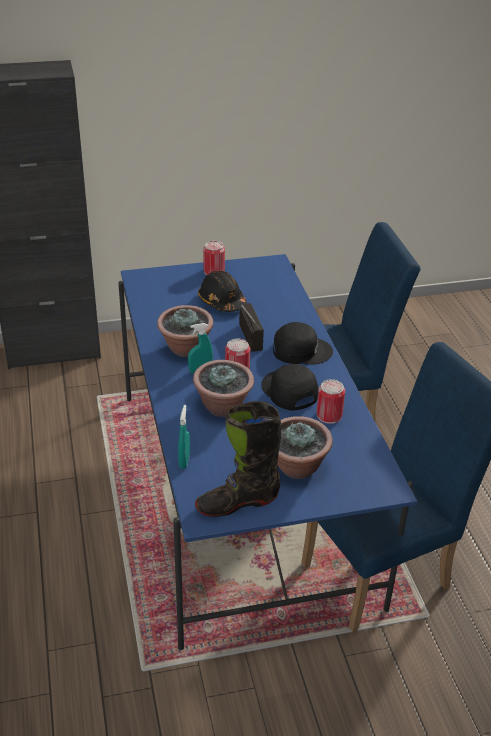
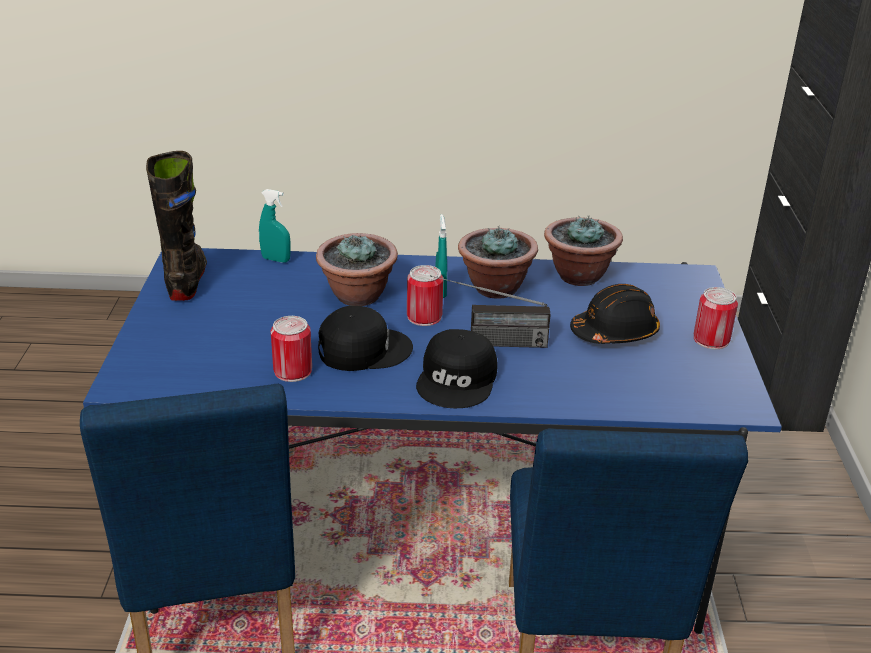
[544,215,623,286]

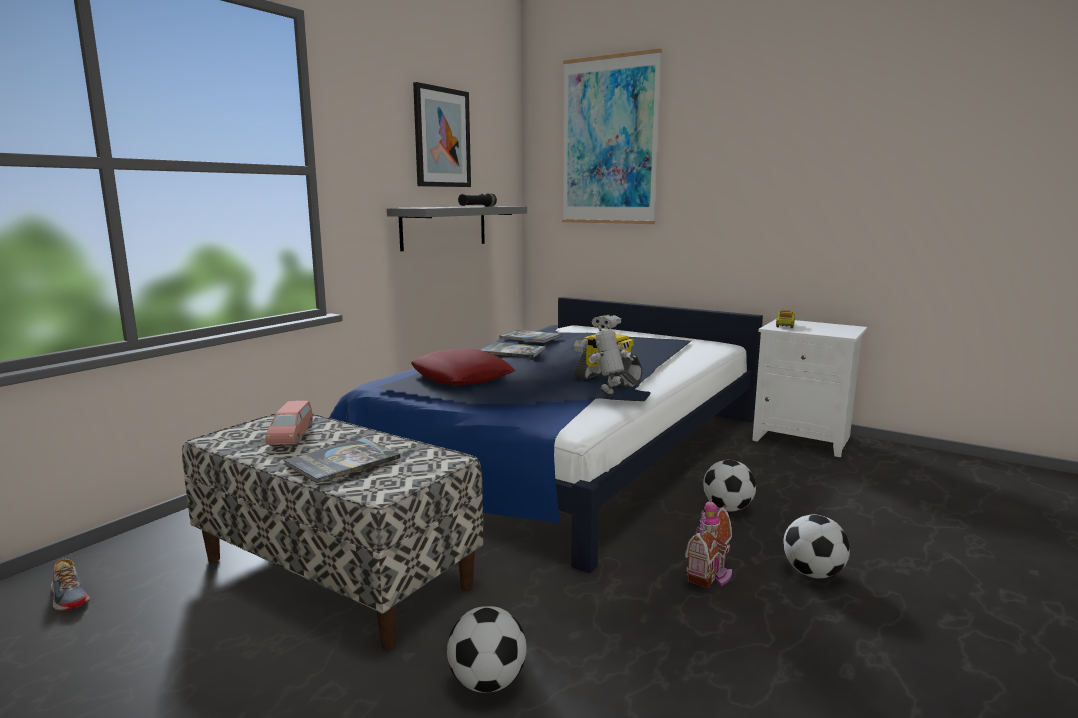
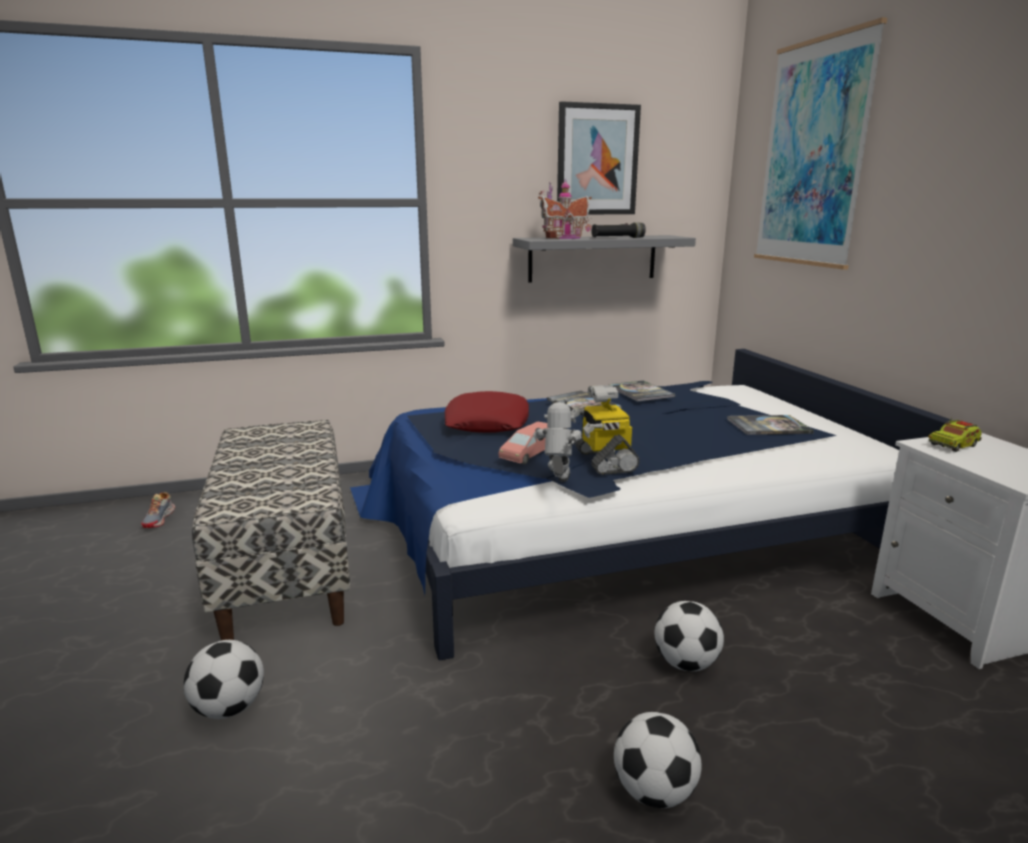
[498,421,548,465]
[727,415,814,435]
[538,179,592,239]

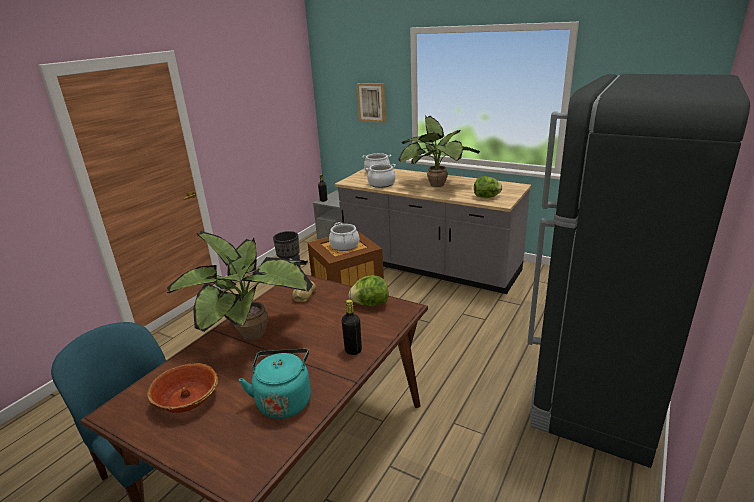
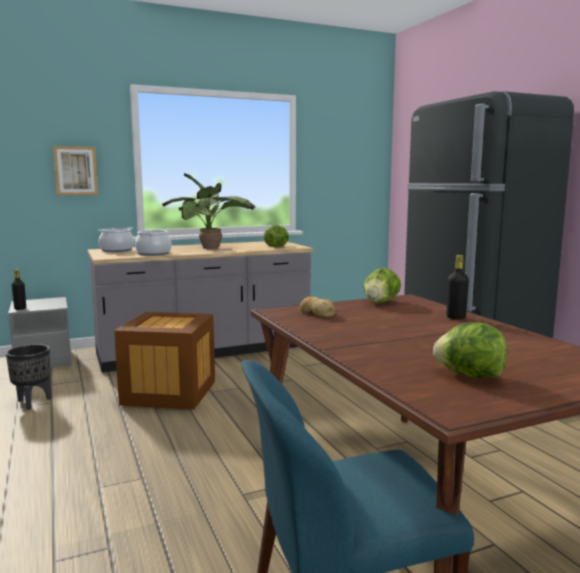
[433,322,507,378]
[167,231,313,340] (first image)
[239,349,311,419] (first image)
[329,222,359,251] (first image)

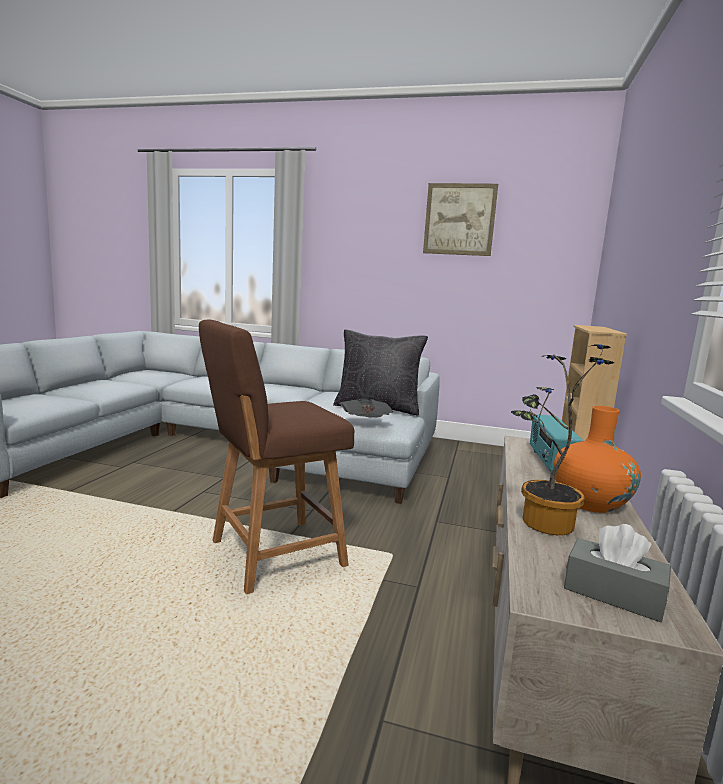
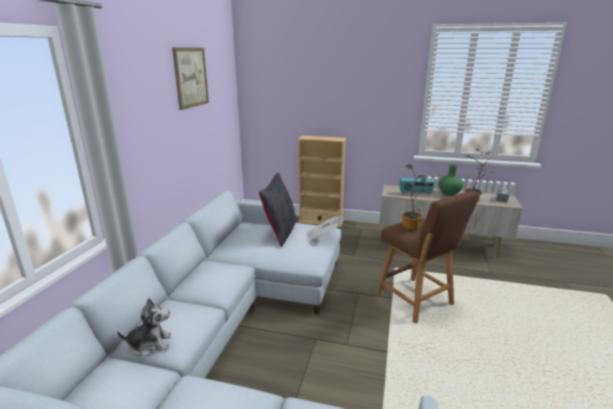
[438,165,463,196]
[117,298,171,356]
[402,164,432,230]

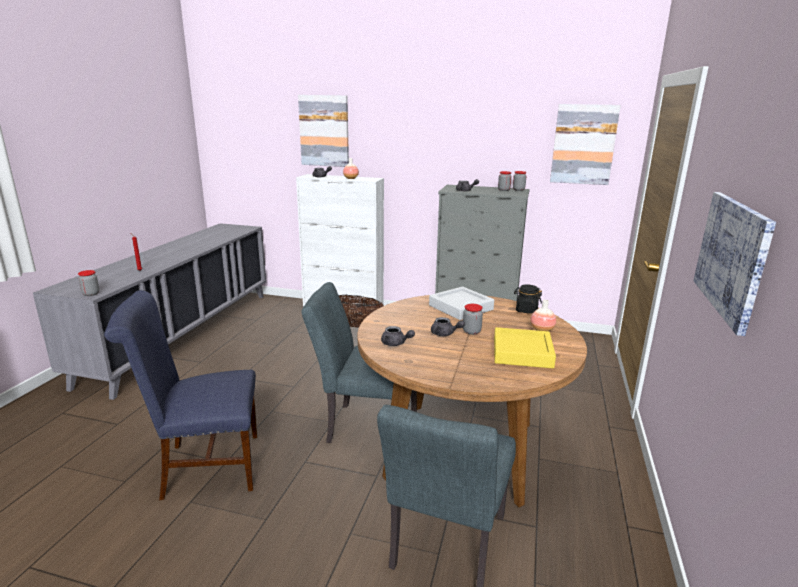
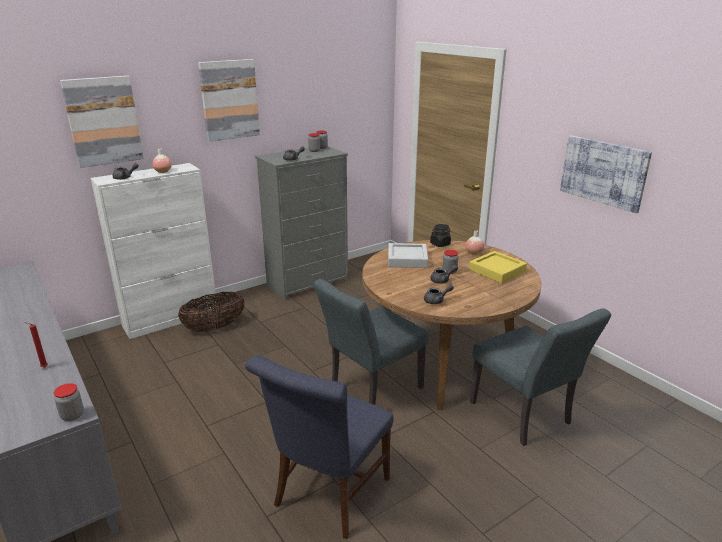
[198,59,260,142]

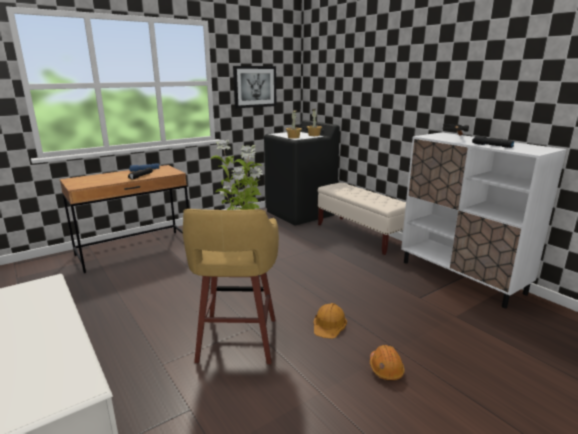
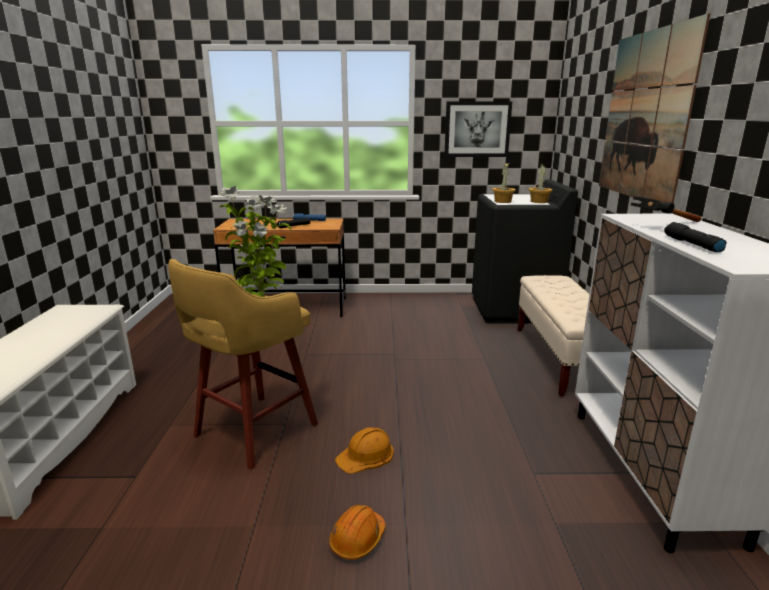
[599,13,711,203]

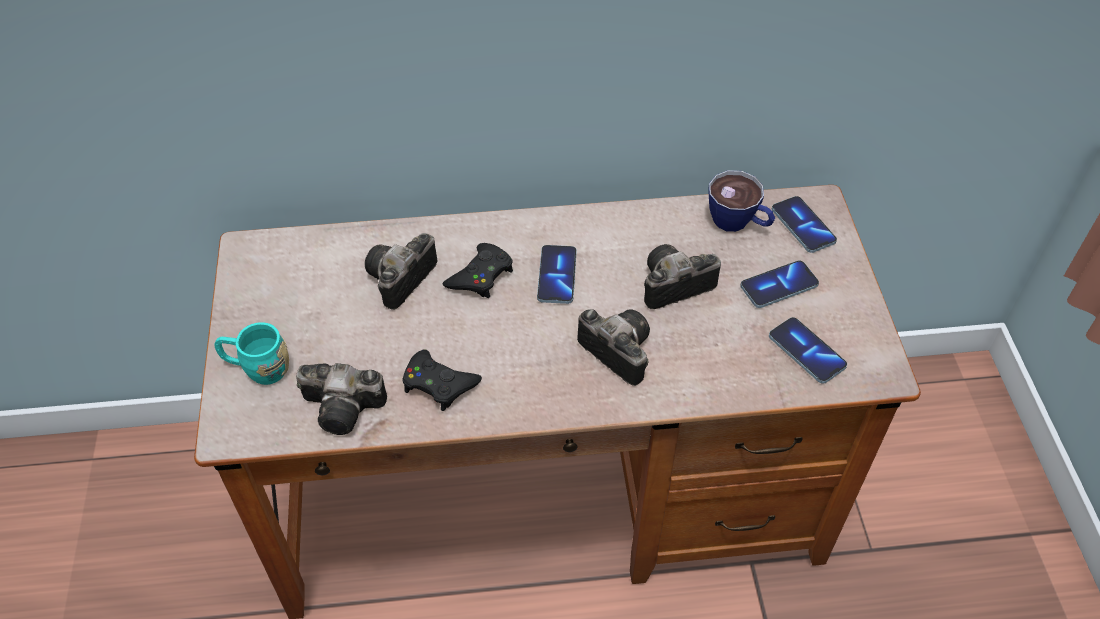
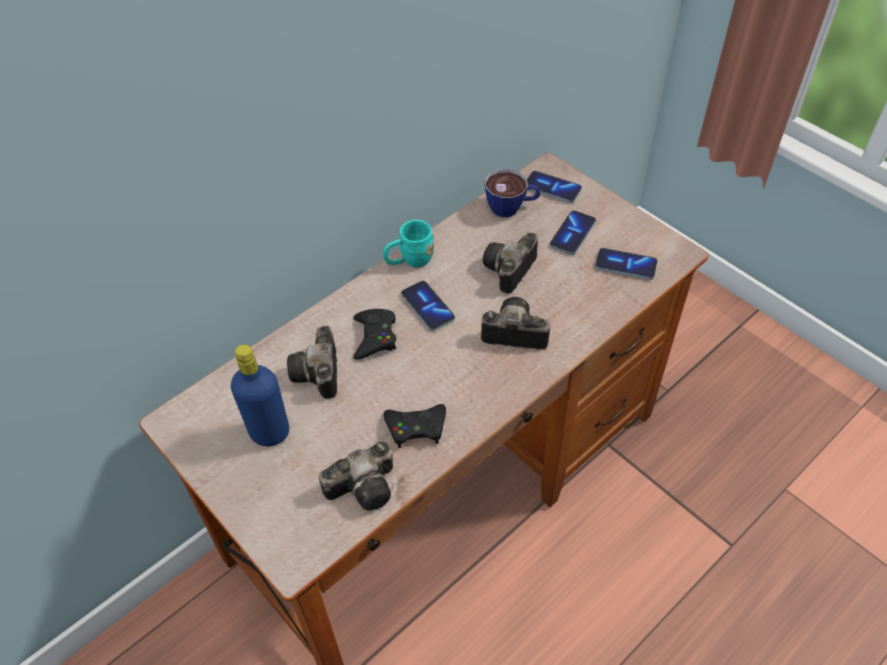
[383,220,435,268]
[231,345,289,446]

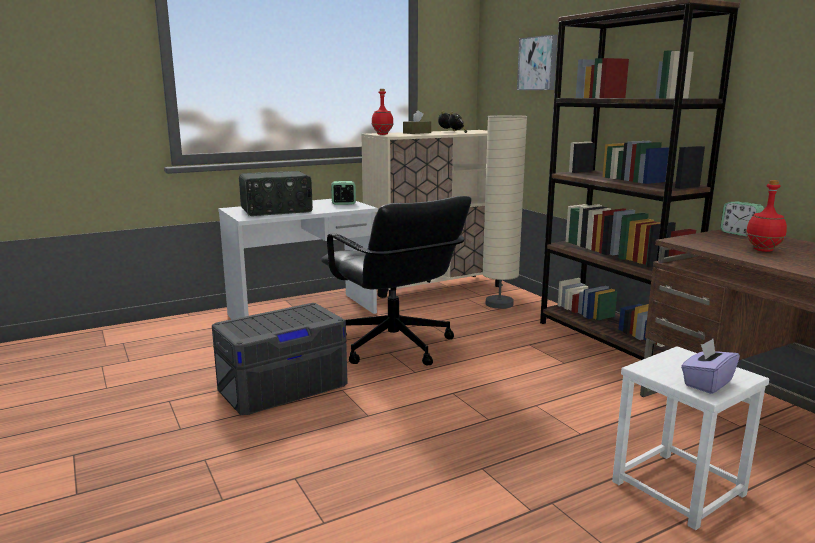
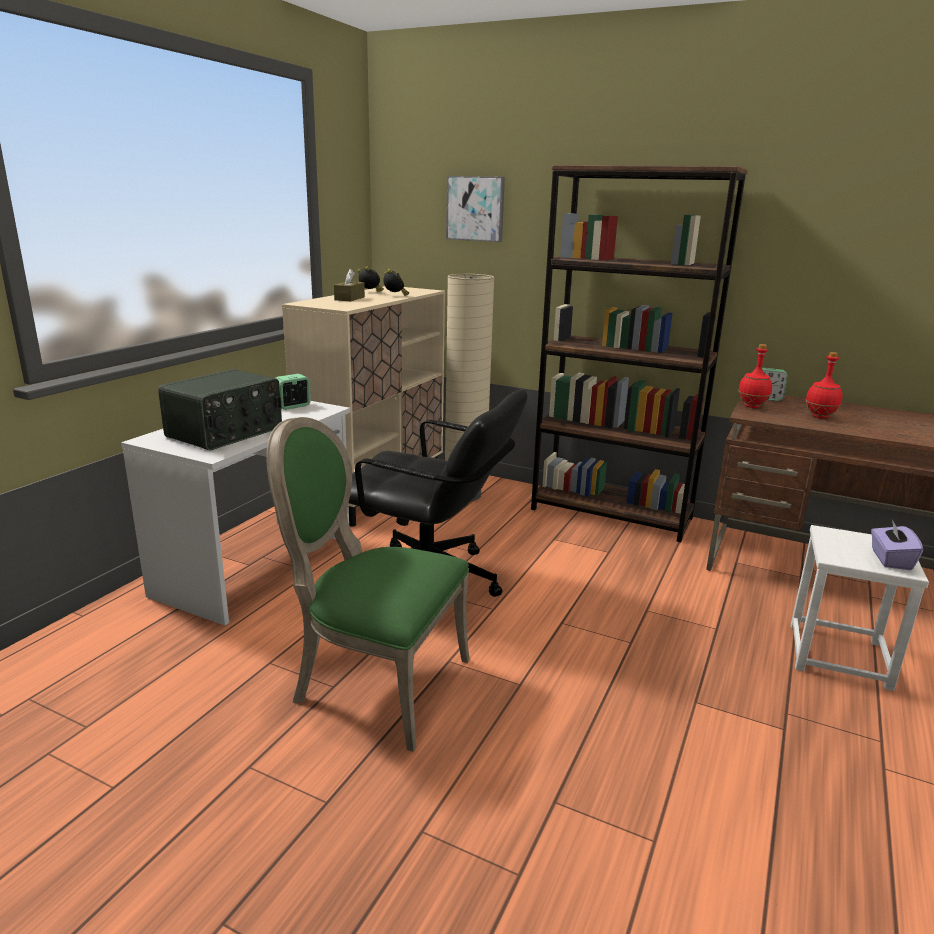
[266,417,470,752]
[738,344,772,408]

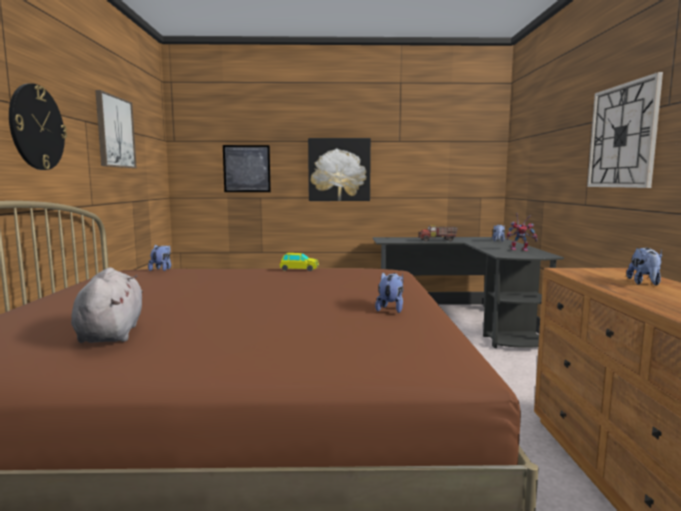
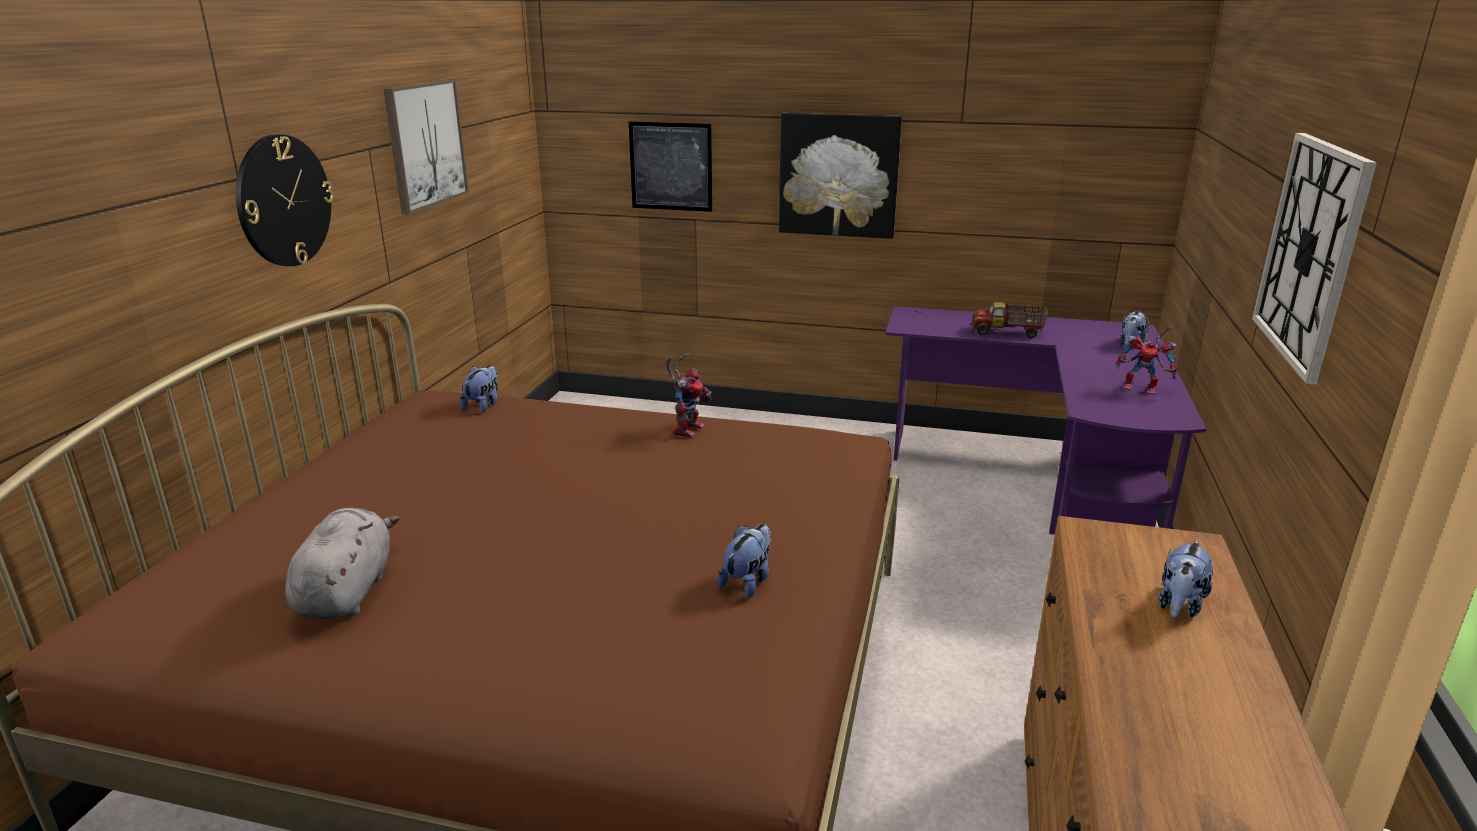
[666,354,712,438]
[885,306,1206,535]

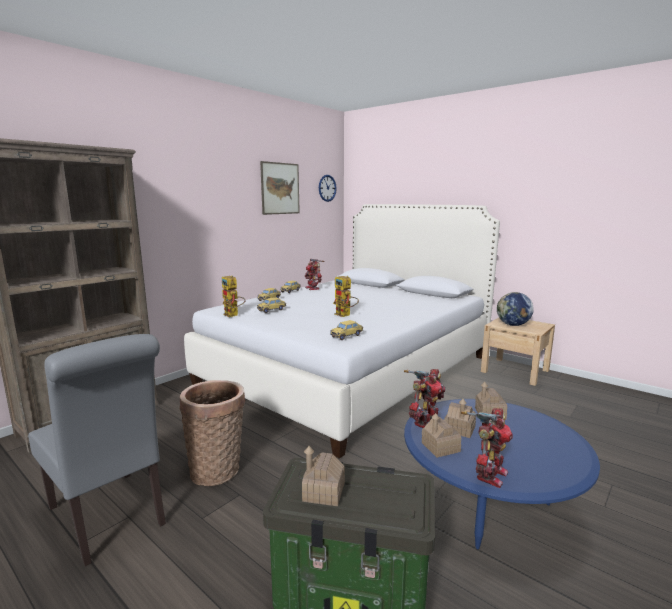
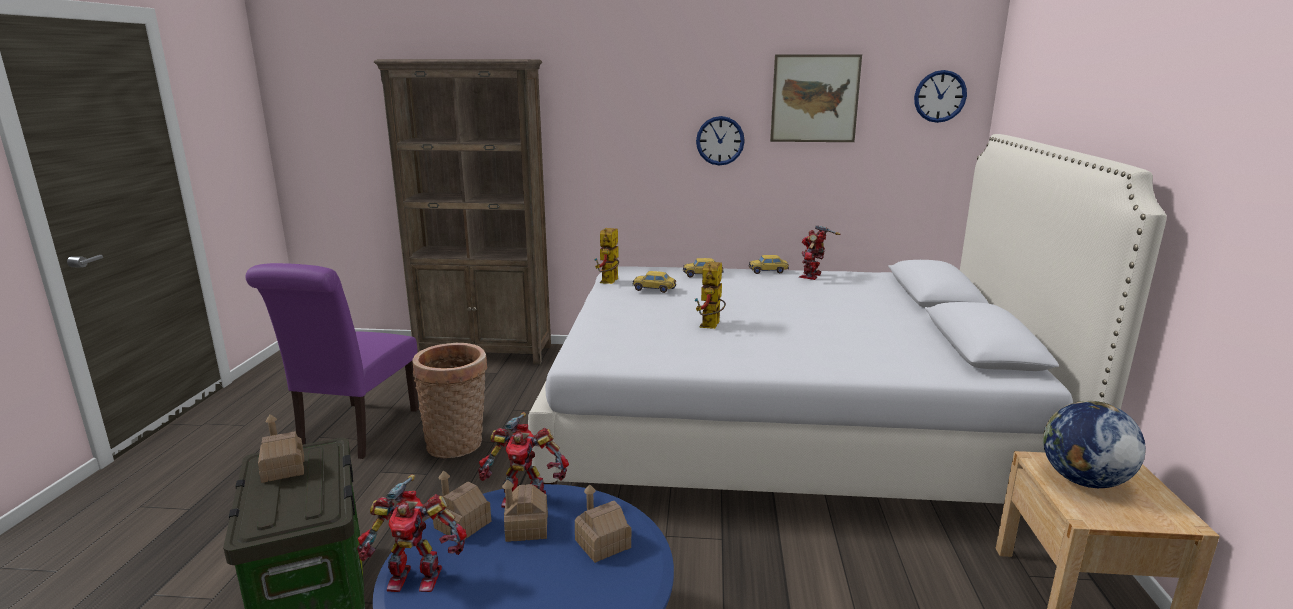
[245,263,419,459]
[330,320,363,340] (first image)
[696,116,745,166]

